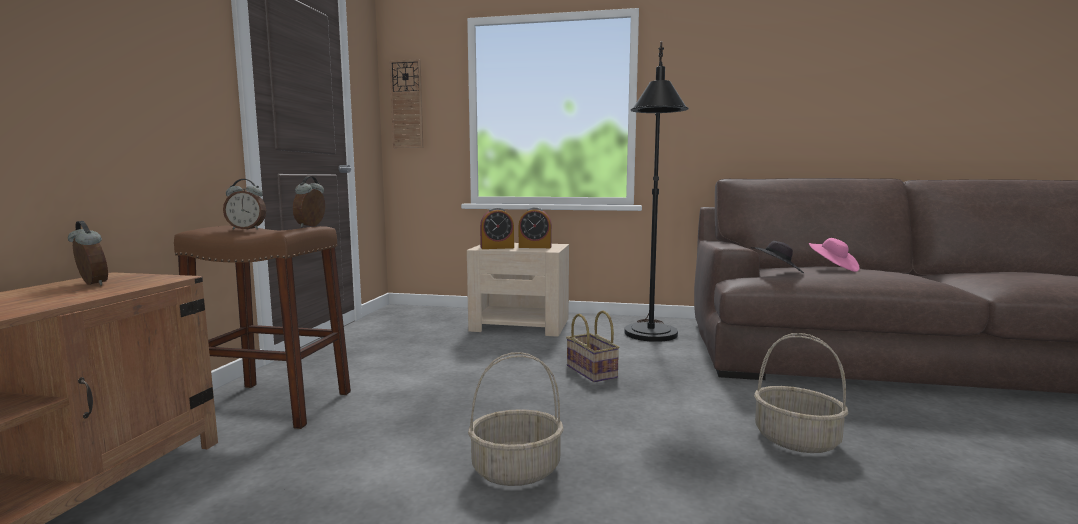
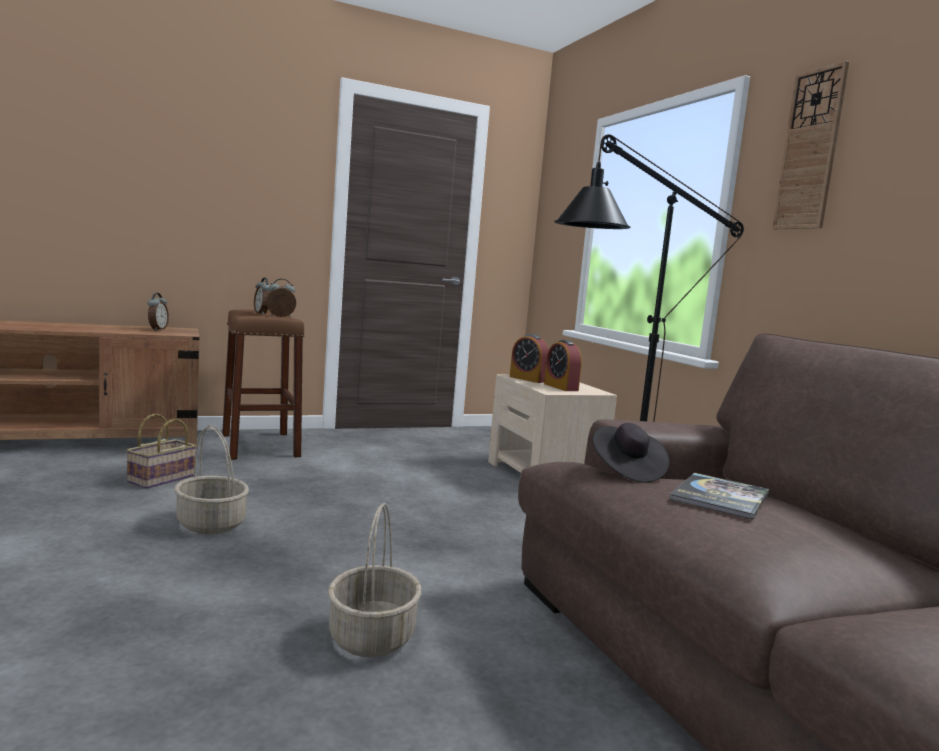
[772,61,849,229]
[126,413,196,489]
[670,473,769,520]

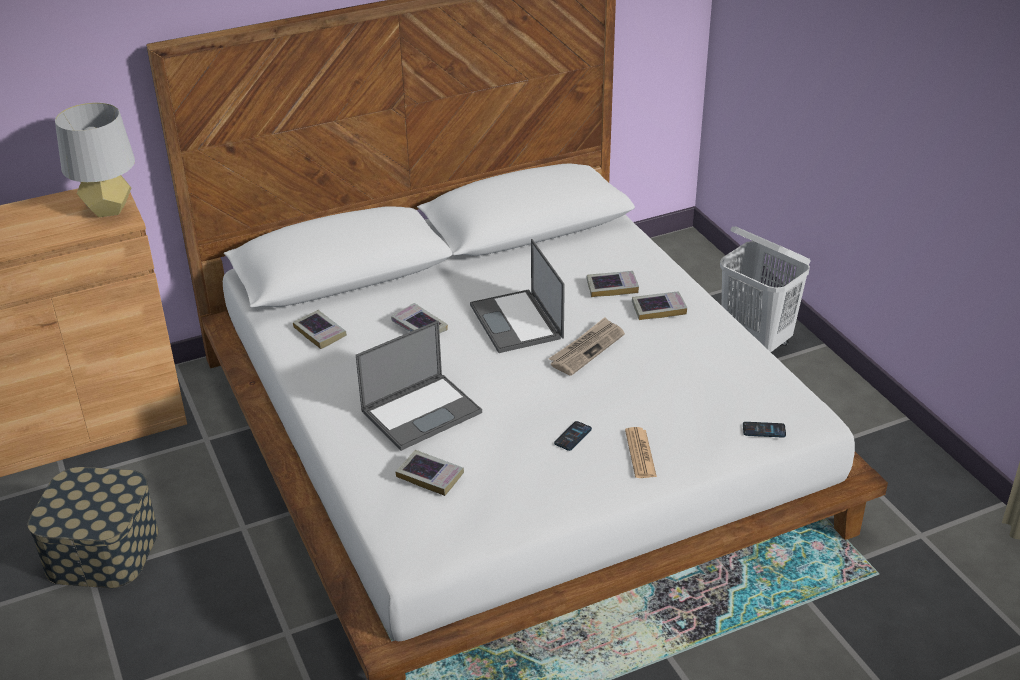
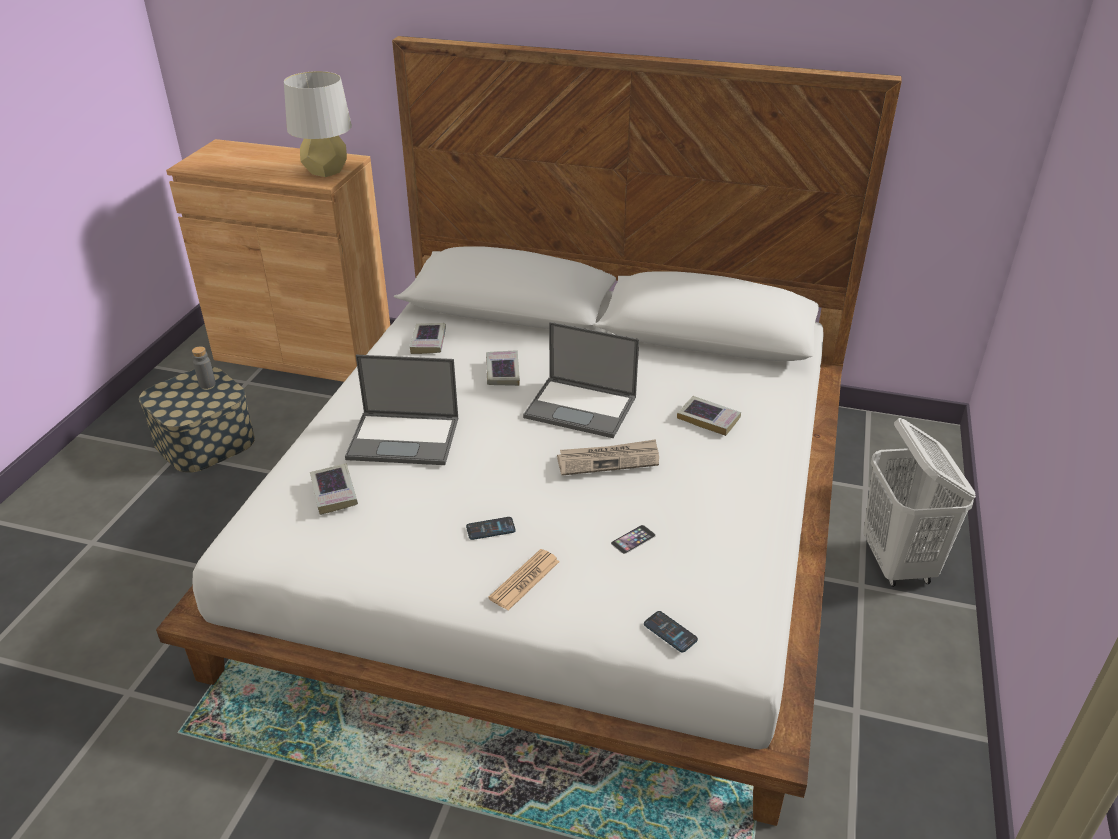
[523,322,639,438]
[632,291,687,320] (first image)
[192,346,216,389]
[611,525,656,554]

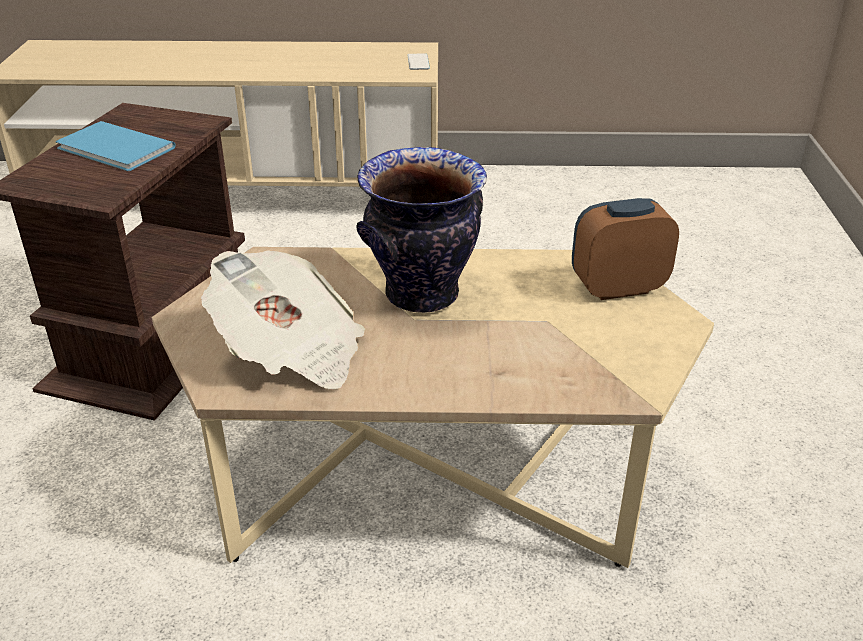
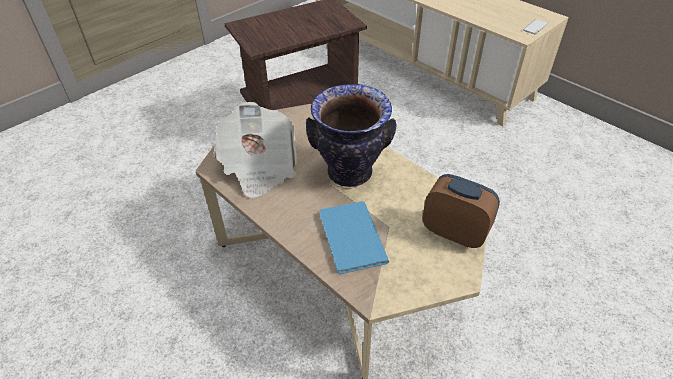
[319,201,389,274]

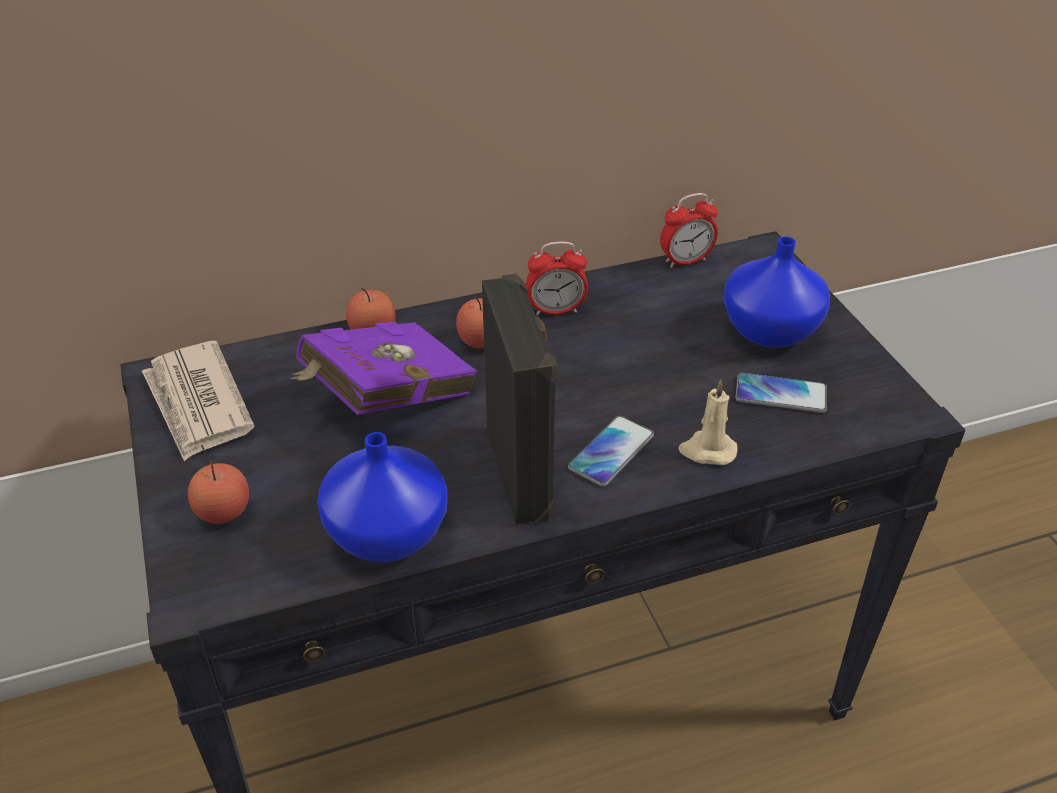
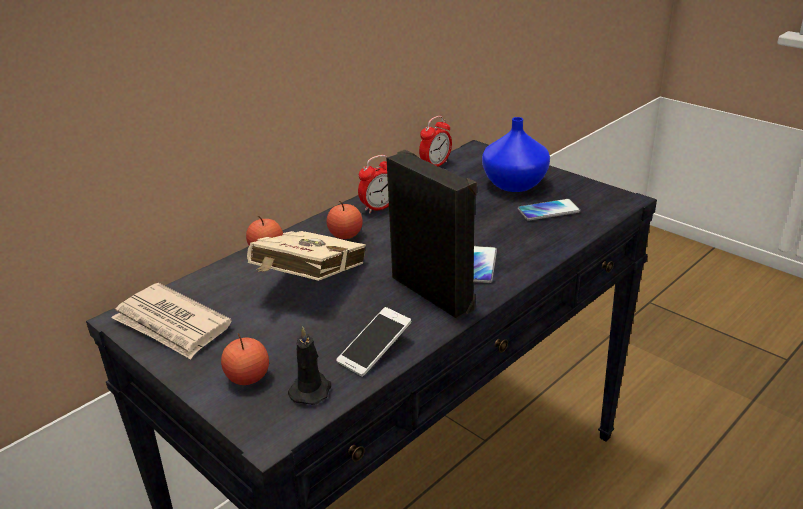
[247,231,366,281]
[336,307,412,377]
[678,379,738,465] (first image)
[288,327,331,405]

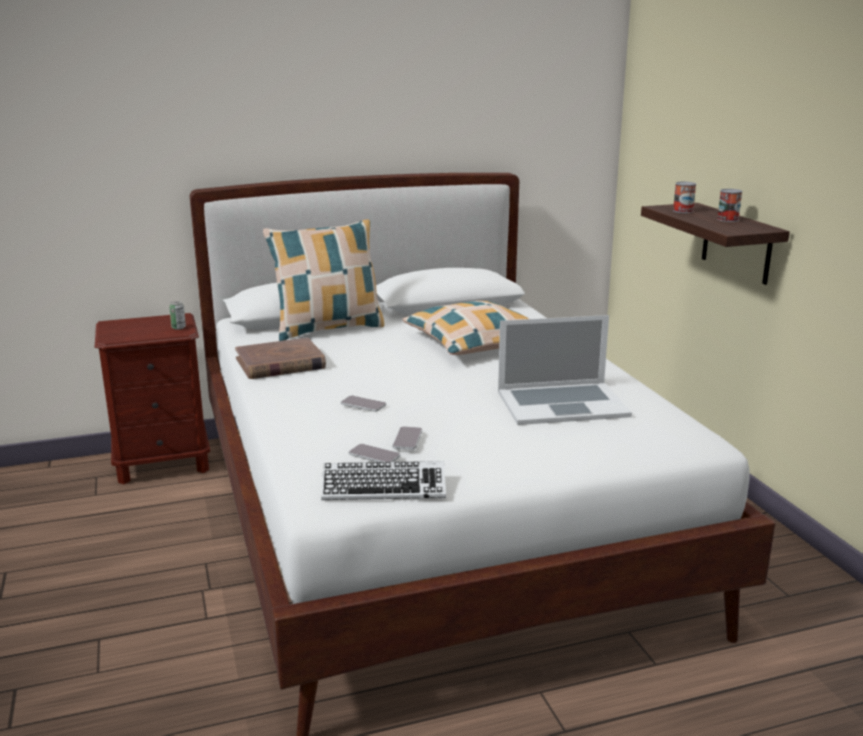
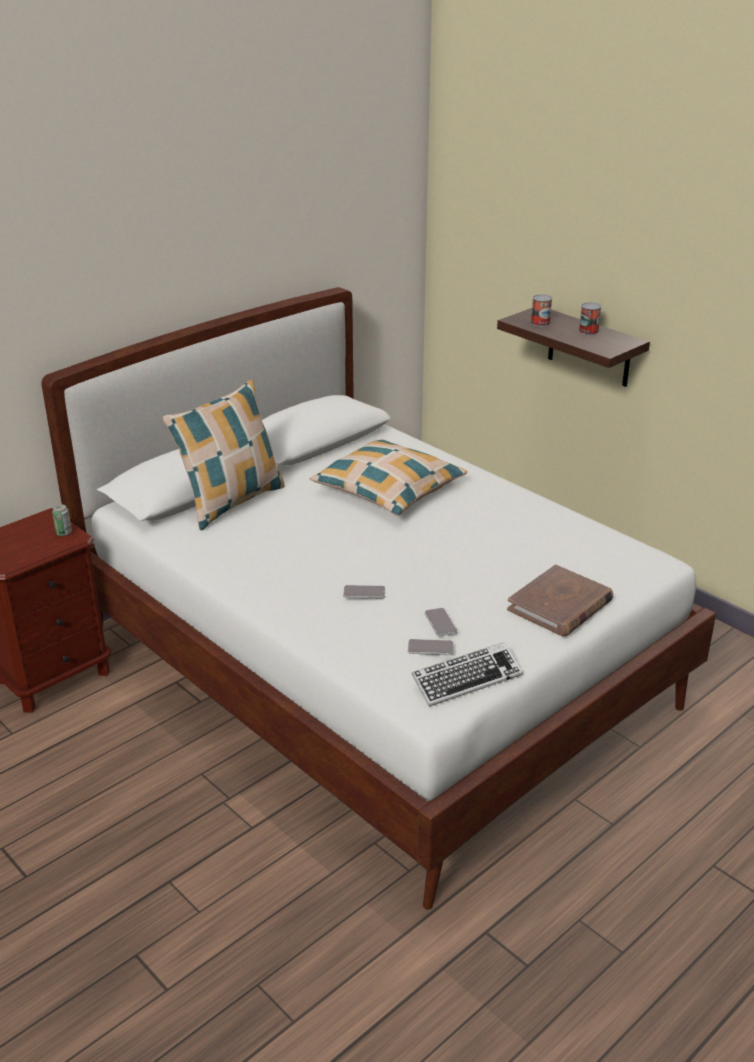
[507,565,613,636]
[498,315,632,425] (first image)

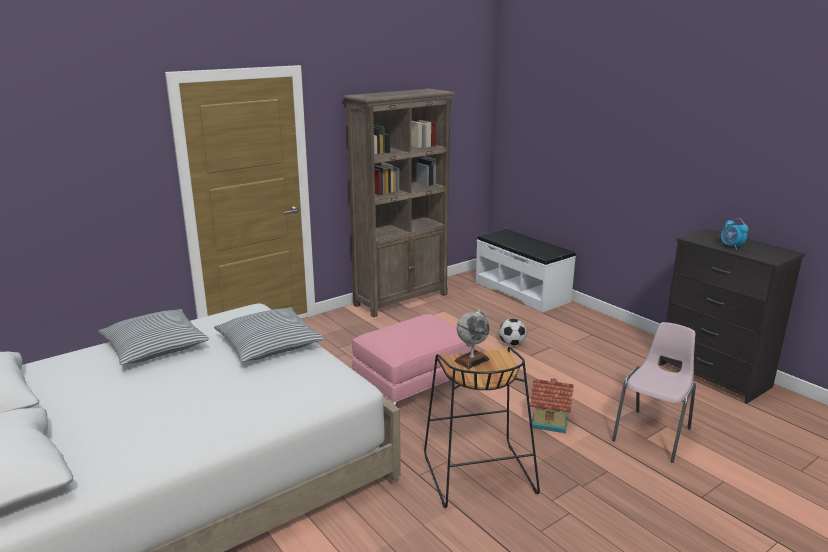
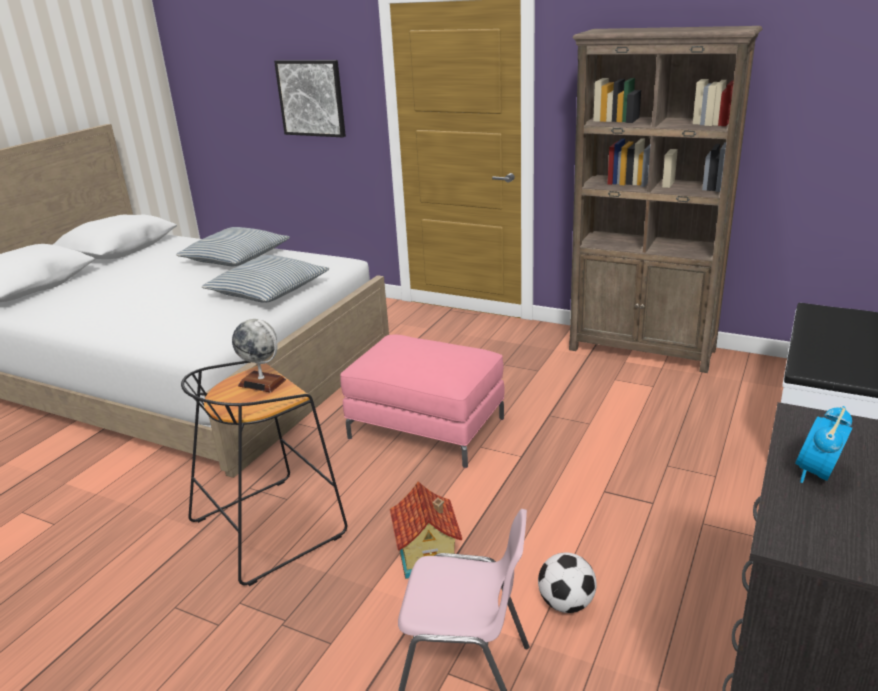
[538,553,597,613]
[274,60,346,137]

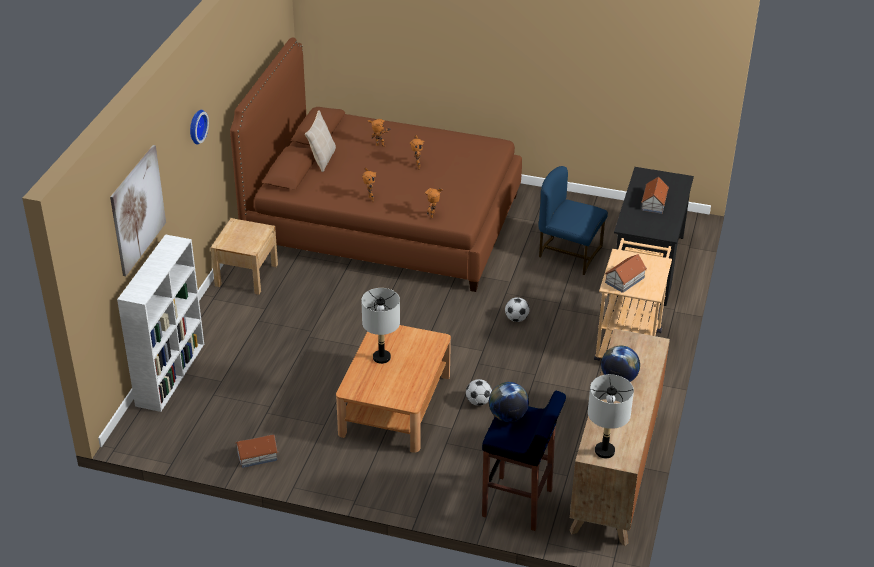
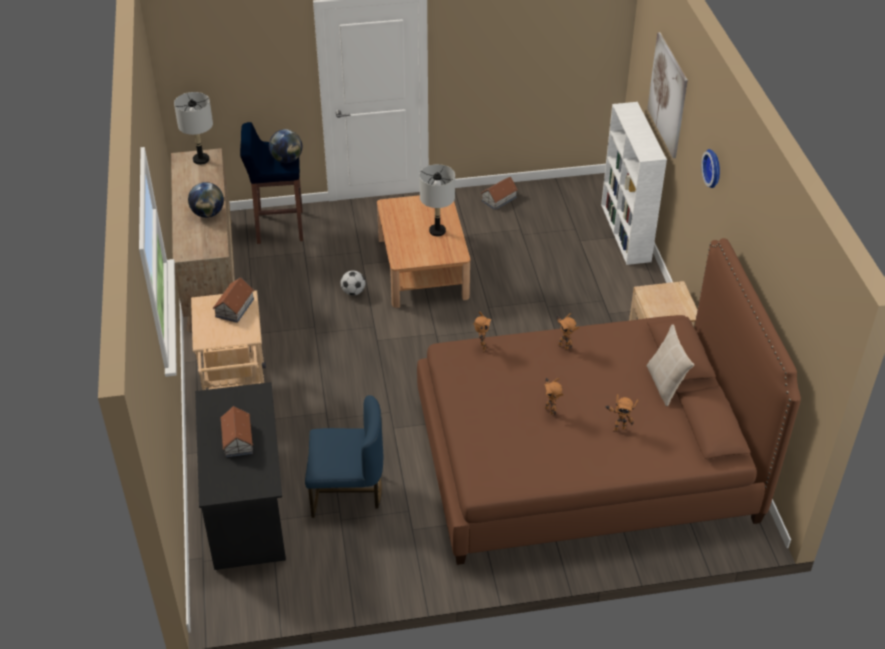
[505,297,530,322] (first image)

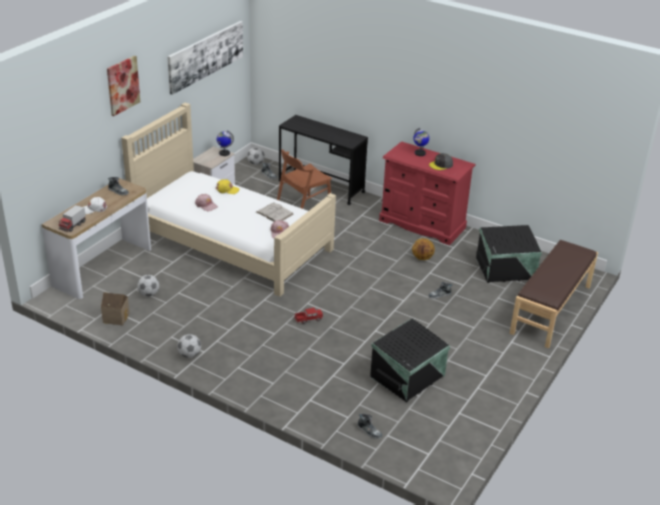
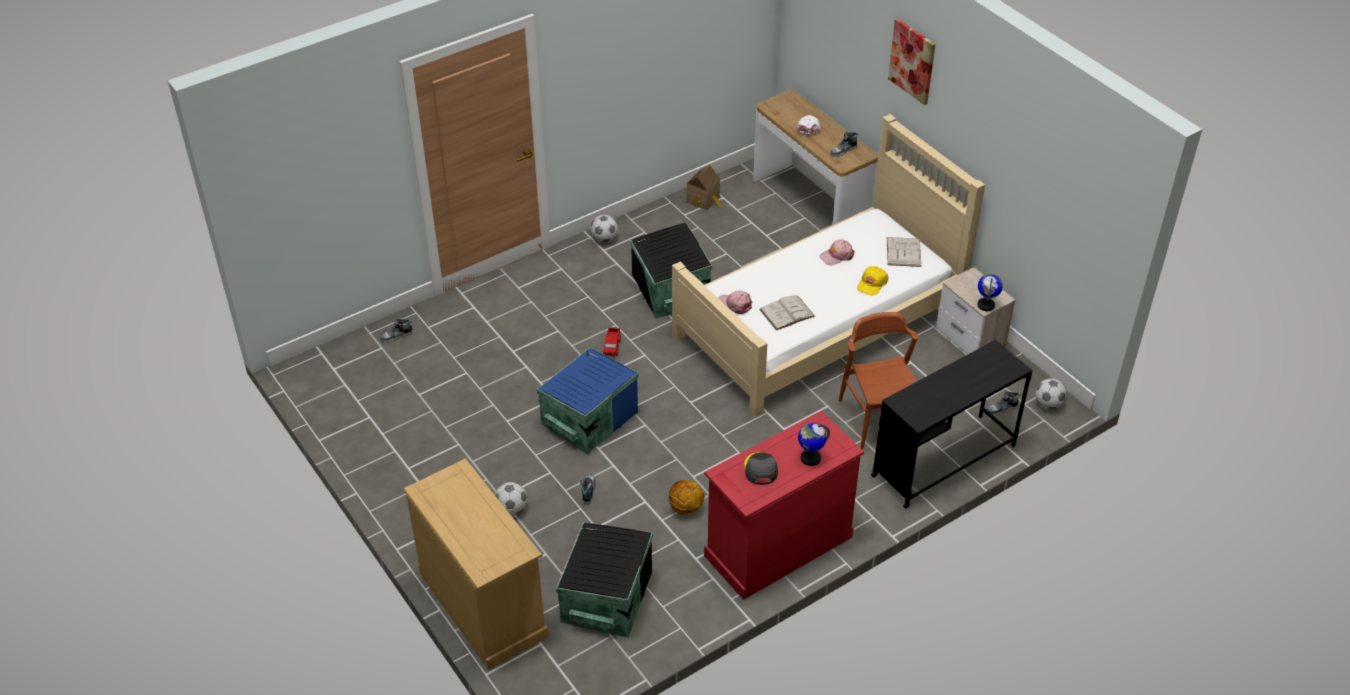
[59,205,86,232] (first image)
[495,482,527,515]
[167,21,243,95] (first image)
[630,222,712,319]
[404,458,549,670]
[537,348,639,455]
[887,237,921,267]

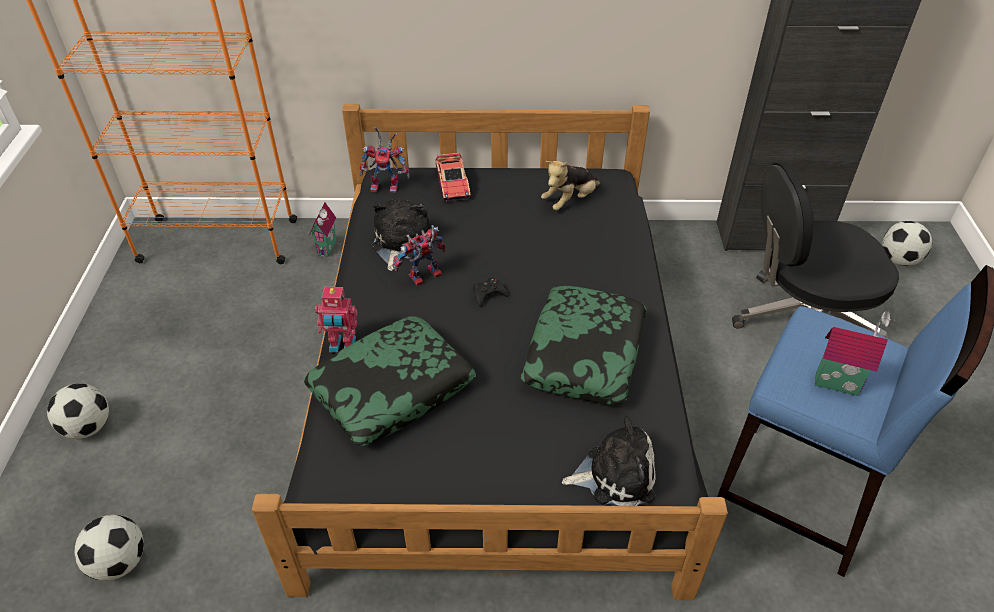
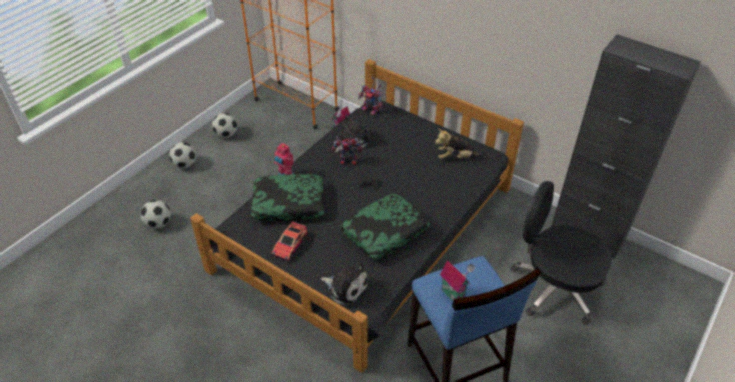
[271,222,307,262]
[212,113,237,138]

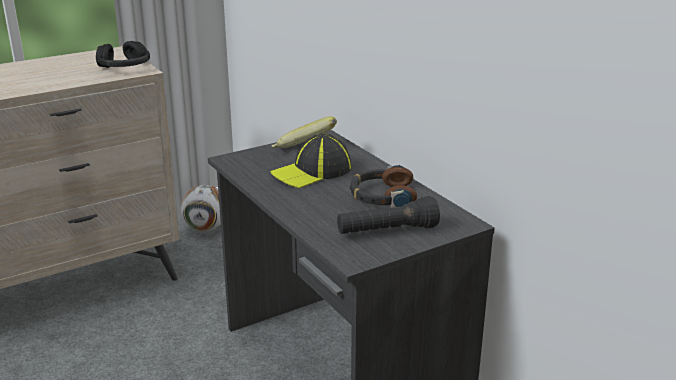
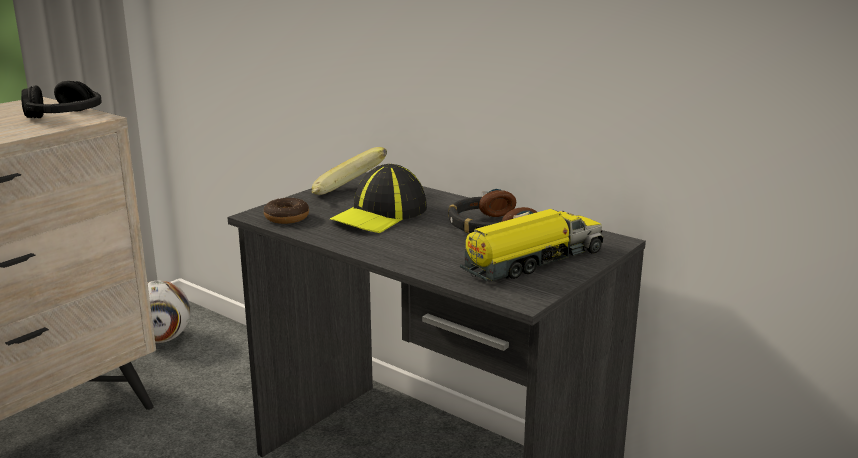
[460,209,603,281]
[264,198,309,224]

